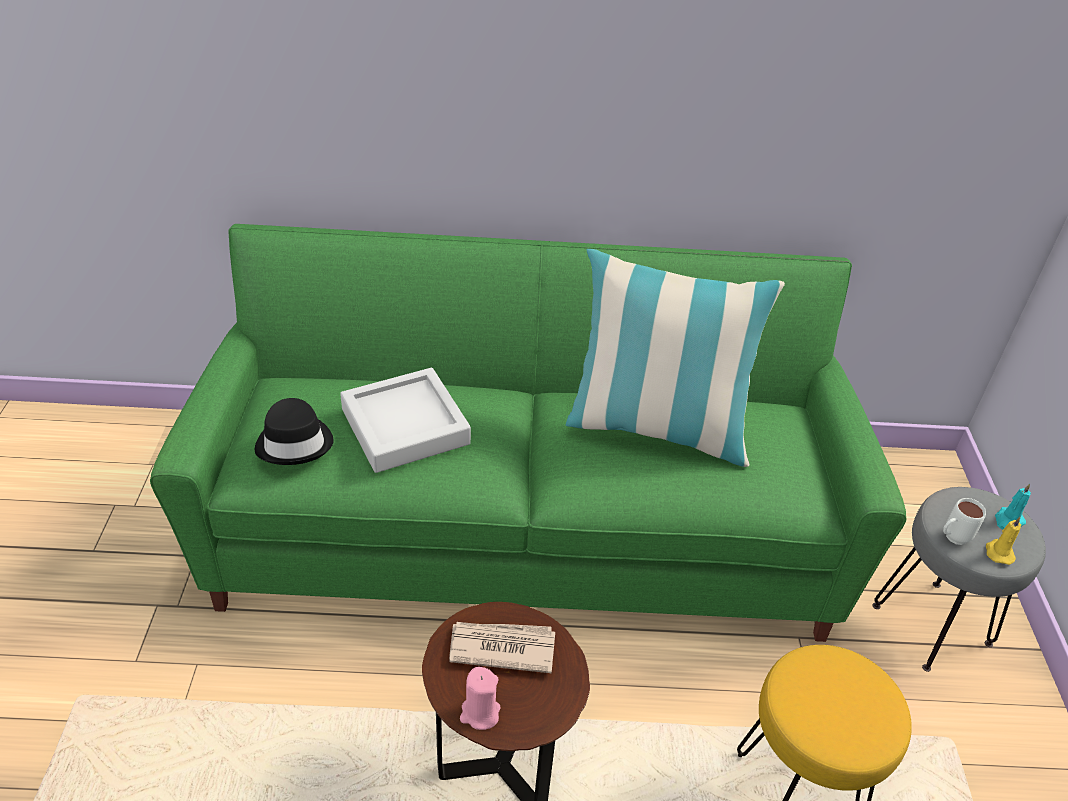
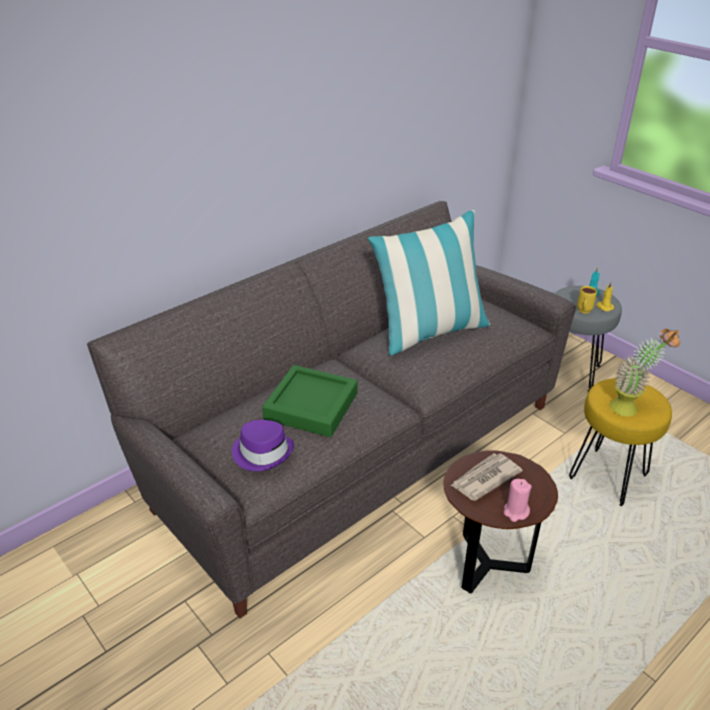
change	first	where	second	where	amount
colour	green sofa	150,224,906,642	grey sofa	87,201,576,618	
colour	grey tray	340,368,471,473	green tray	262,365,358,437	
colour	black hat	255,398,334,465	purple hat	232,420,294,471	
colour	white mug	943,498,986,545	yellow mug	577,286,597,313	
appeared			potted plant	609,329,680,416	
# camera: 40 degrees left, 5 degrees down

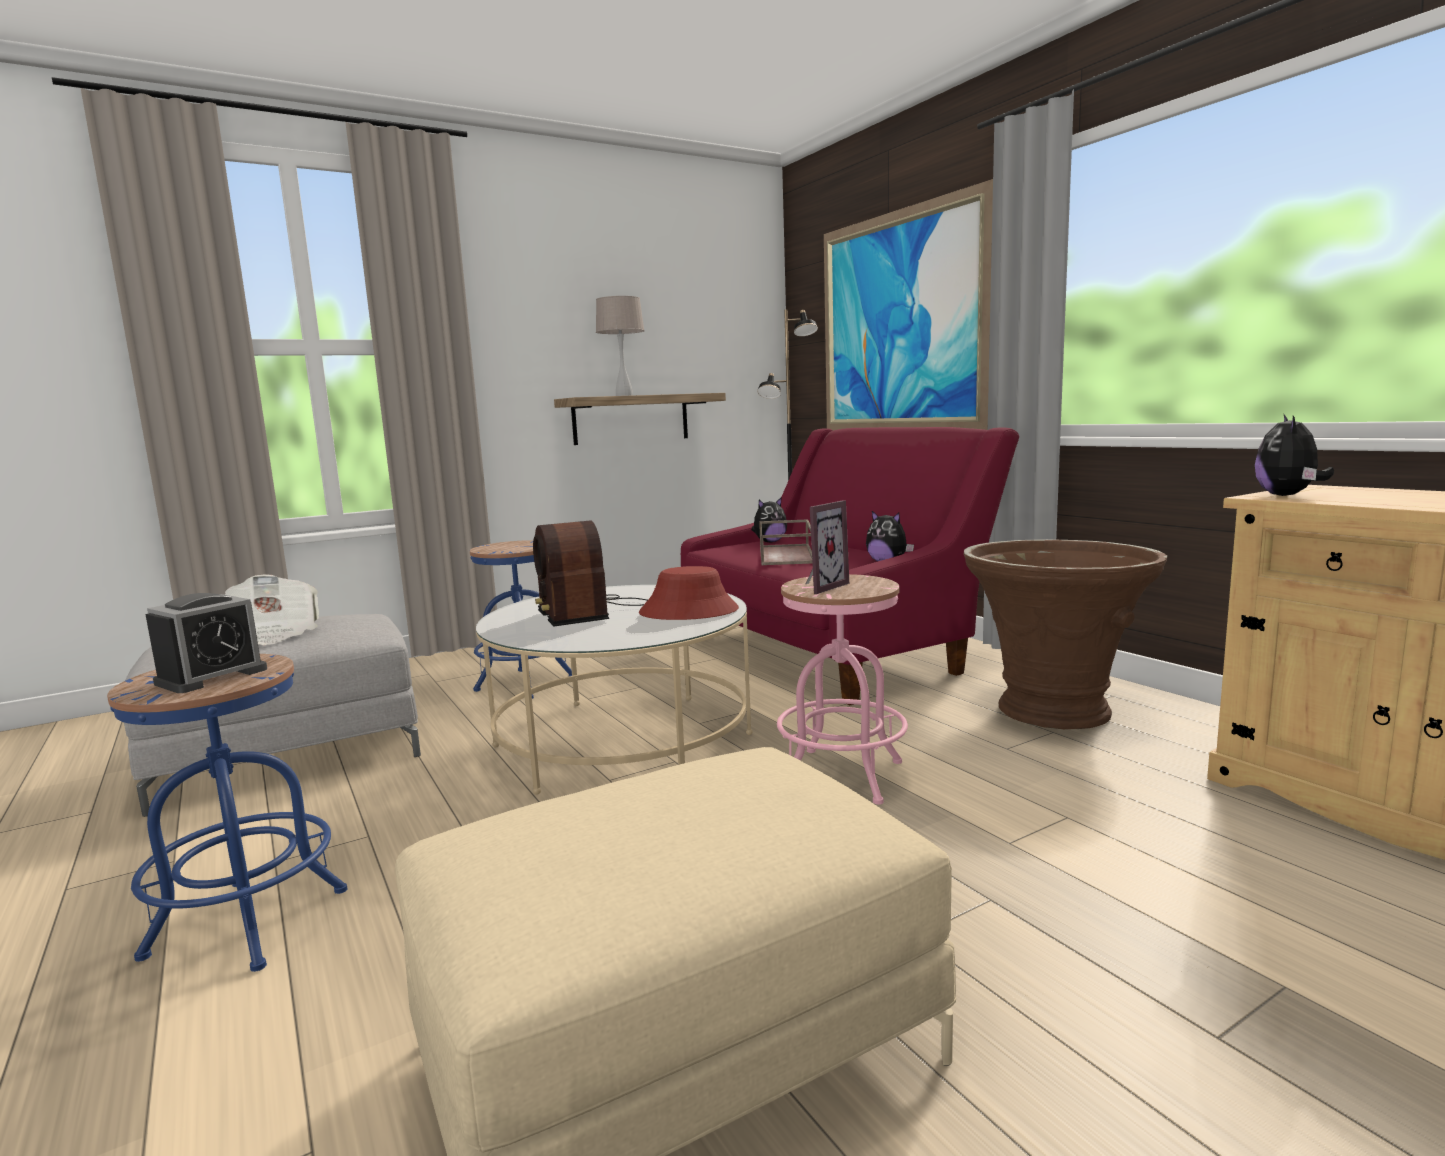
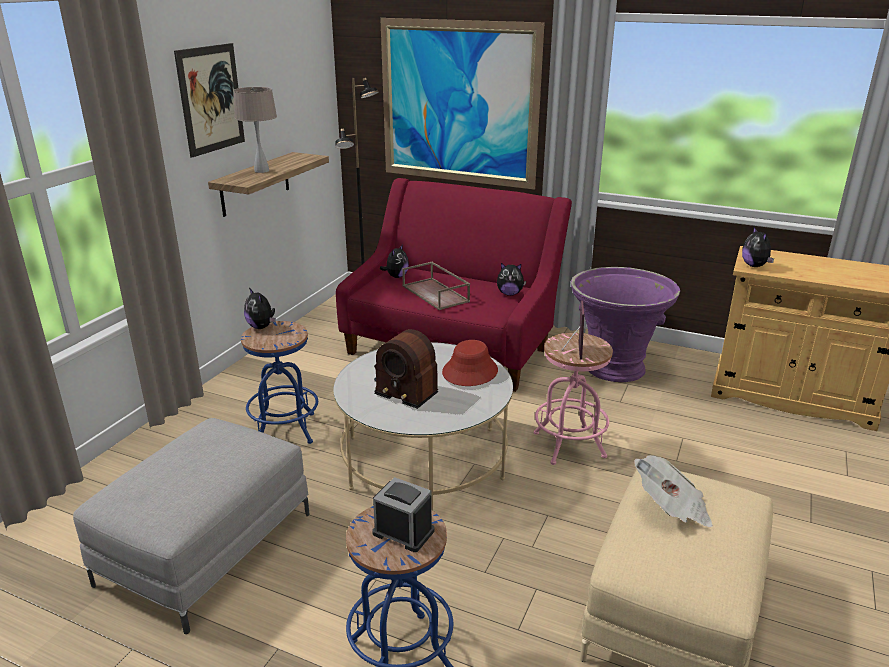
change	first	where	second	where	amount
colour	brown planter	964,539,1167,729	purple planter	571,267,680,382	
relocated	newspaper	225,575,319,645		634,455,713,527	
spun	alarm clock	145,593,267,693		372,477,435,552	60 degrees counterclockwise
appeared			picture	174,43,245,158	
appeared			plush toy	244,288,276,329	
# camera: 35 degrees left, 15 degrees up

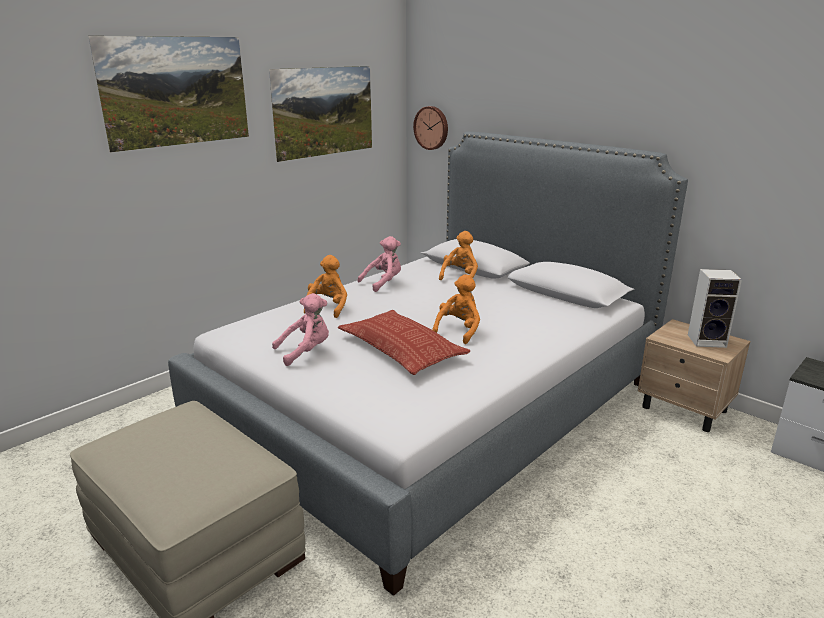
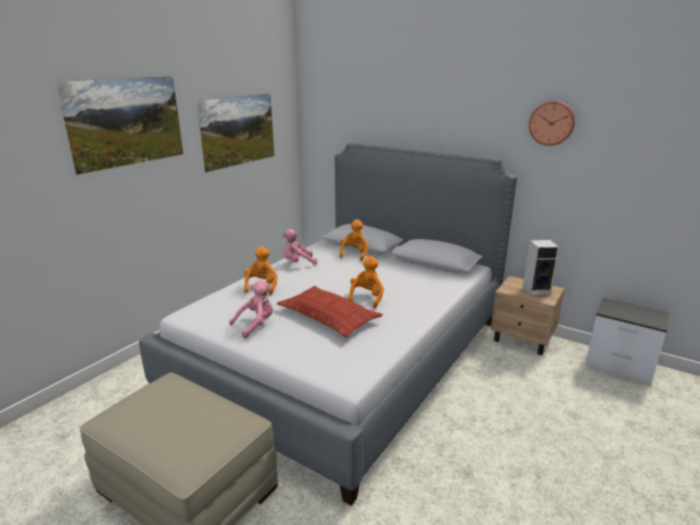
change	first	where	second	where	amount
relocated	wall clock	413,106,448,150		529,101,575,146	
spun	pink plush toy	358,236,401,292		282,229,317,265	150 degrees counterclockwise
# camera: 10 degrees left, 0 degrees up

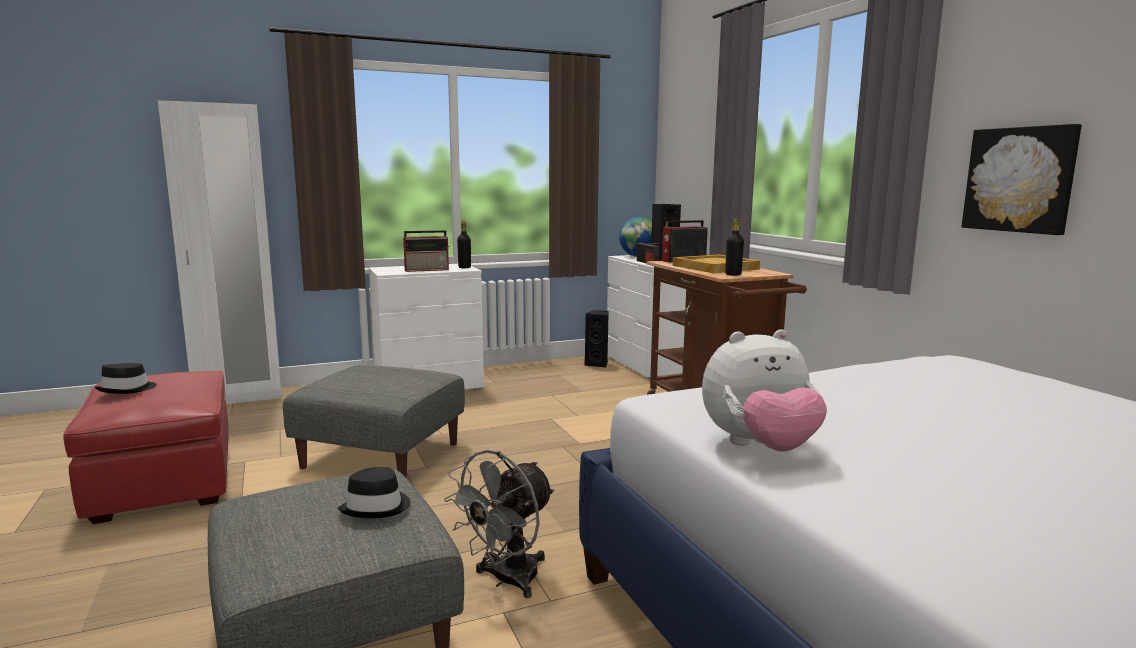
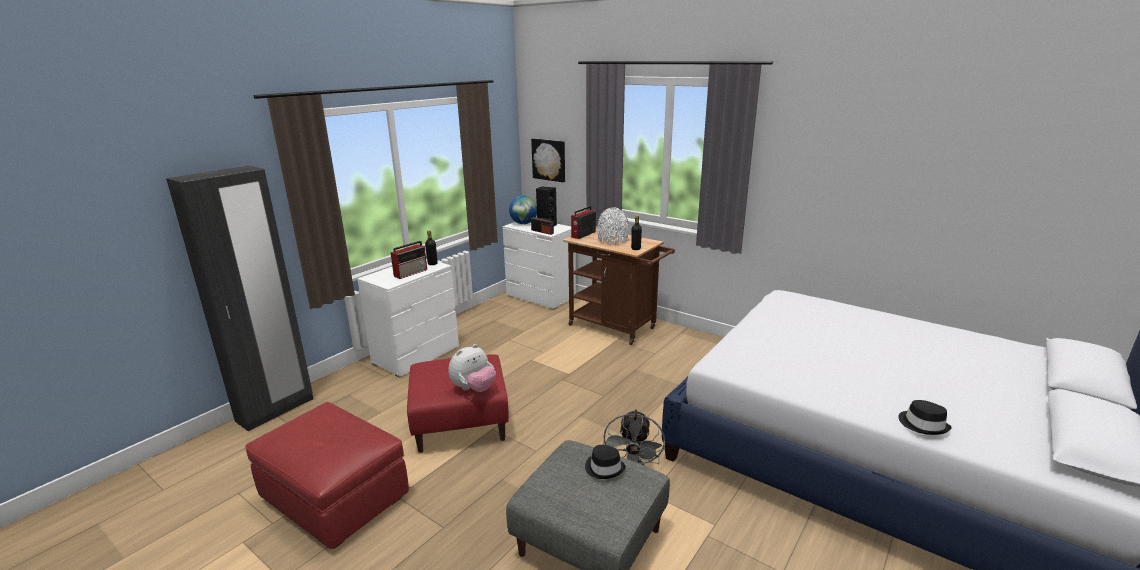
change	first	where	second	where	amount
colour	white wardrobe	158,100,282,404	black wardrobe	166,166,313,432	
relocated	picture	962,124,1082,235		531,139,565,182	
exchanged	beige tray	673,254,760,273	white vase	598,207,628,245	
missing	black speaker	585,310,609,367			
relocated	plush toy	702,329,827,452		448,344,496,392	
relocated	black hat	94,363,157,394		899,400,952,435	
colour	grey ottoman	283,365,465,478	red ottoman	407,354,509,453	
# camera: 30 degrees left, 10 degrees up

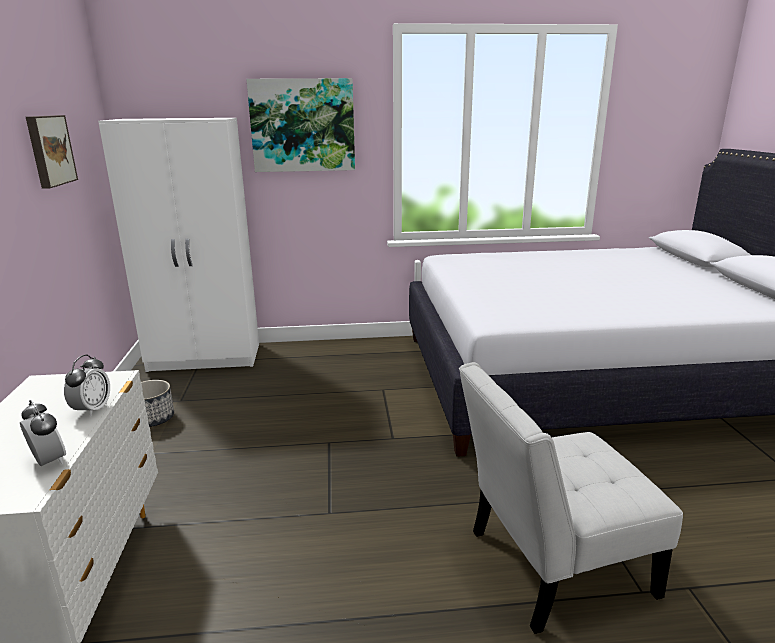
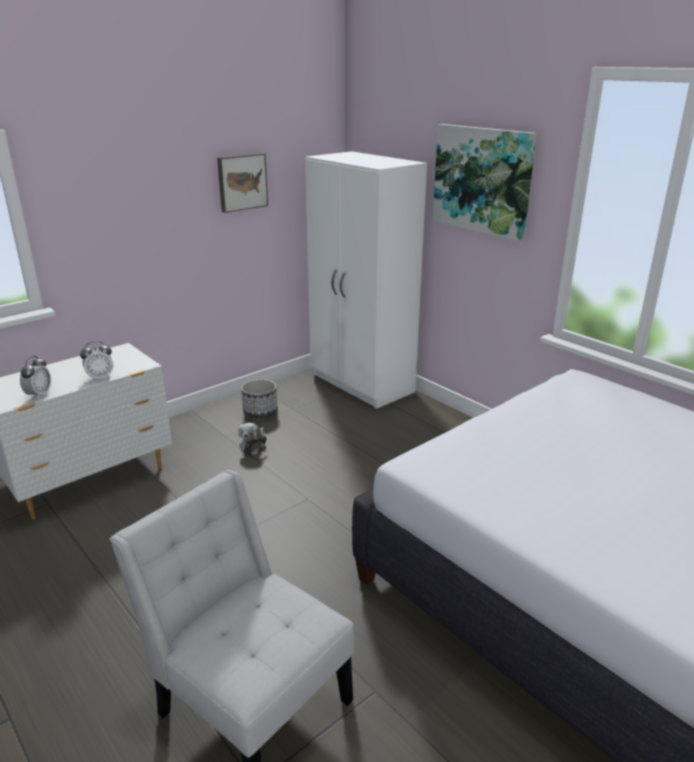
change	first	where	second	where	amount
appeared			plush toy	238,423,266,455	
# camera: 55 degrees right, 5 degrees up

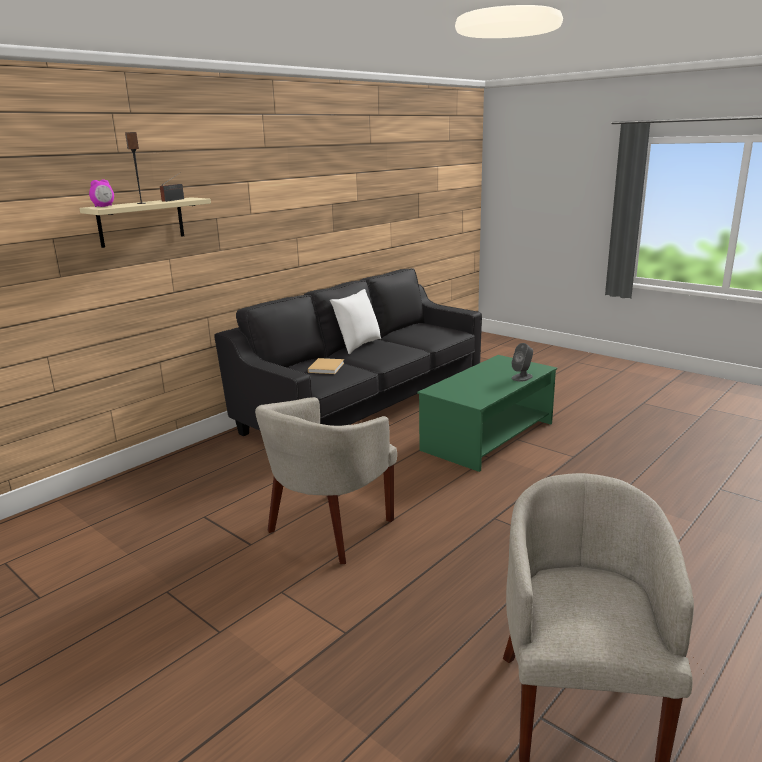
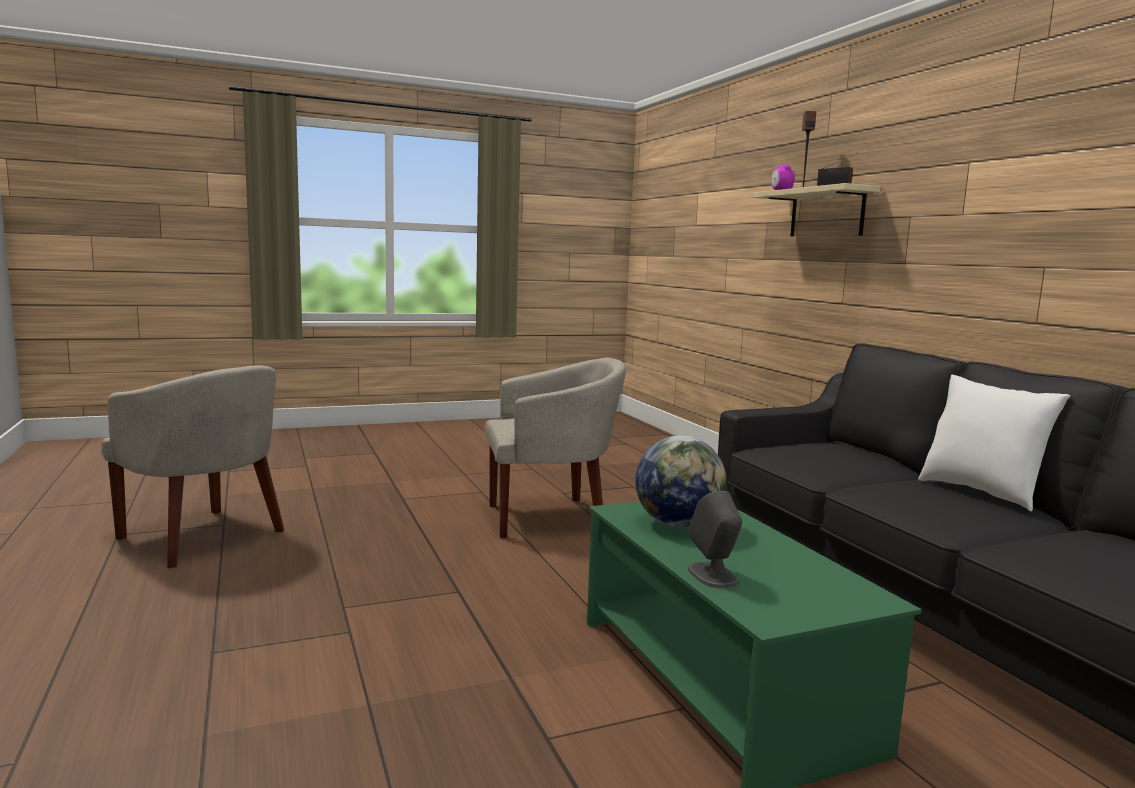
change	first	where	second	where	amount
missing	beige book	308,358,344,374			
spun	beige armchair	255,397,397,564		485,358,626,539	105 degrees clockwise
appeared			globe	635,435,727,527	
# camera: 115 degrees right, 10 degrees down

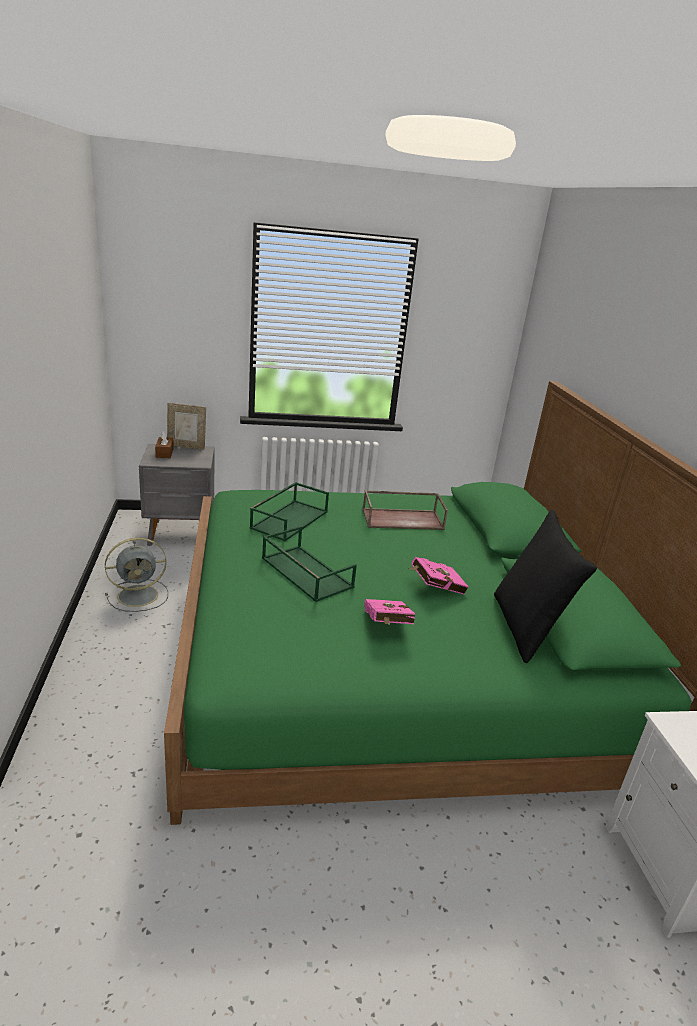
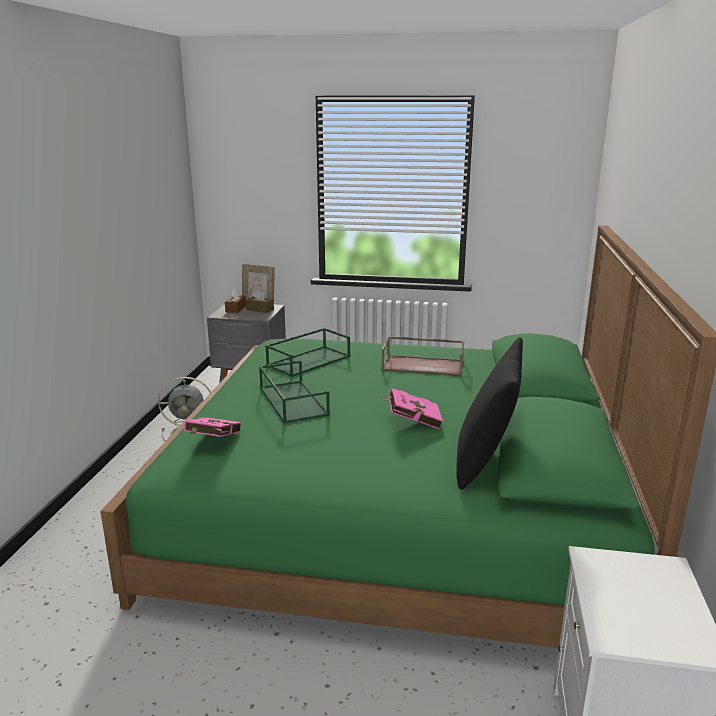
change	first	where	second	where	amount
relocated	pink book	364,599,415,625		183,417,241,437	
appeared			brown tissue box	246,289,274,313	
# camera: 20 degrees right, 5 degrees down

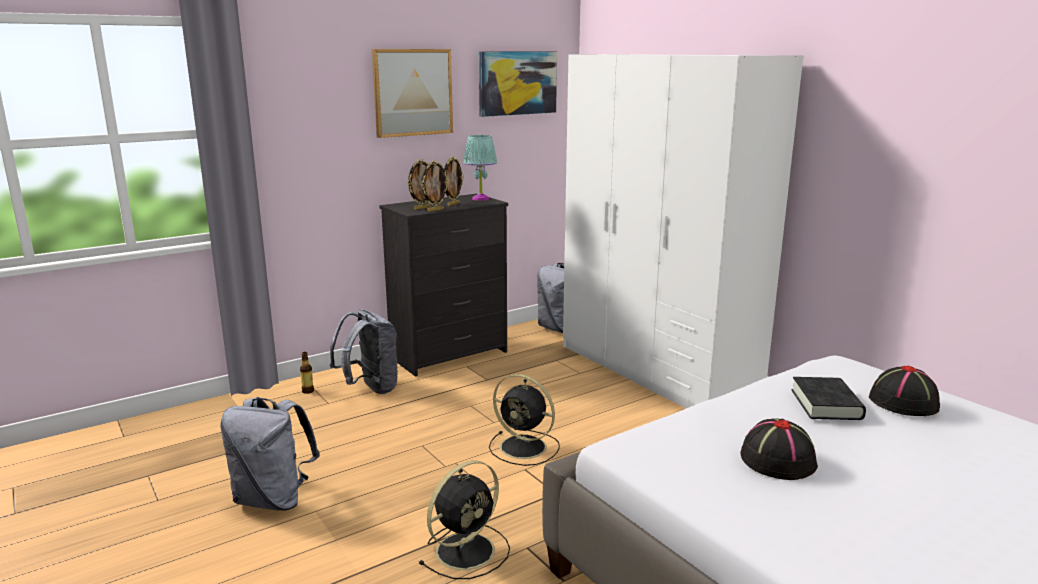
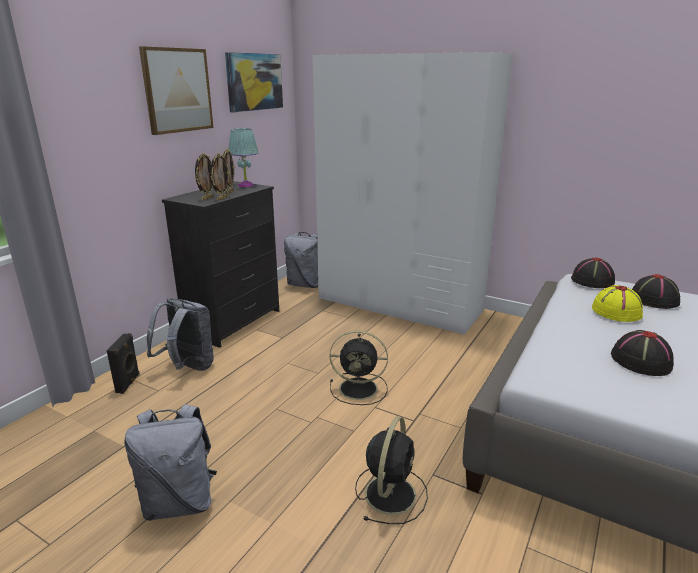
change	first	where	second	where	amount
exchanged	bottle	300,352,314,394	black speaker	107,333,140,394	
exchanged	black book	791,377,866,420	yellow hat	592,285,643,322	
appeared			black hat	571,258,615,288	
# camera: 25 degrees left, 5 degrees up

